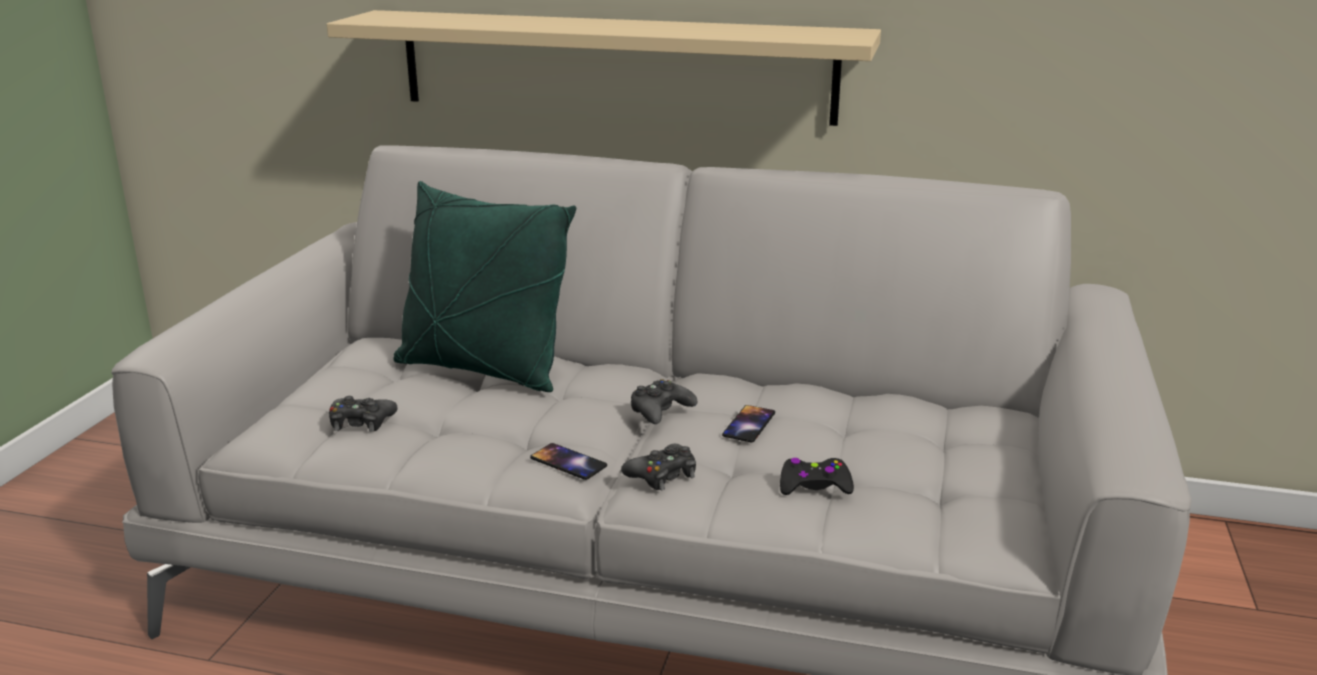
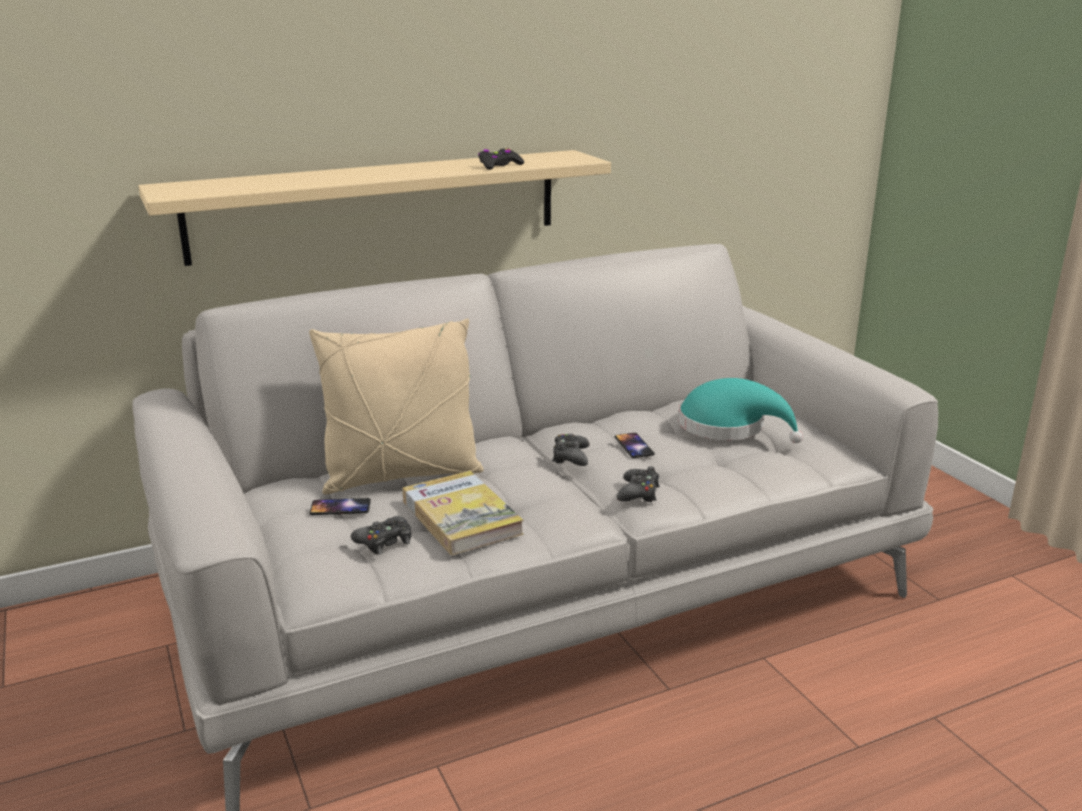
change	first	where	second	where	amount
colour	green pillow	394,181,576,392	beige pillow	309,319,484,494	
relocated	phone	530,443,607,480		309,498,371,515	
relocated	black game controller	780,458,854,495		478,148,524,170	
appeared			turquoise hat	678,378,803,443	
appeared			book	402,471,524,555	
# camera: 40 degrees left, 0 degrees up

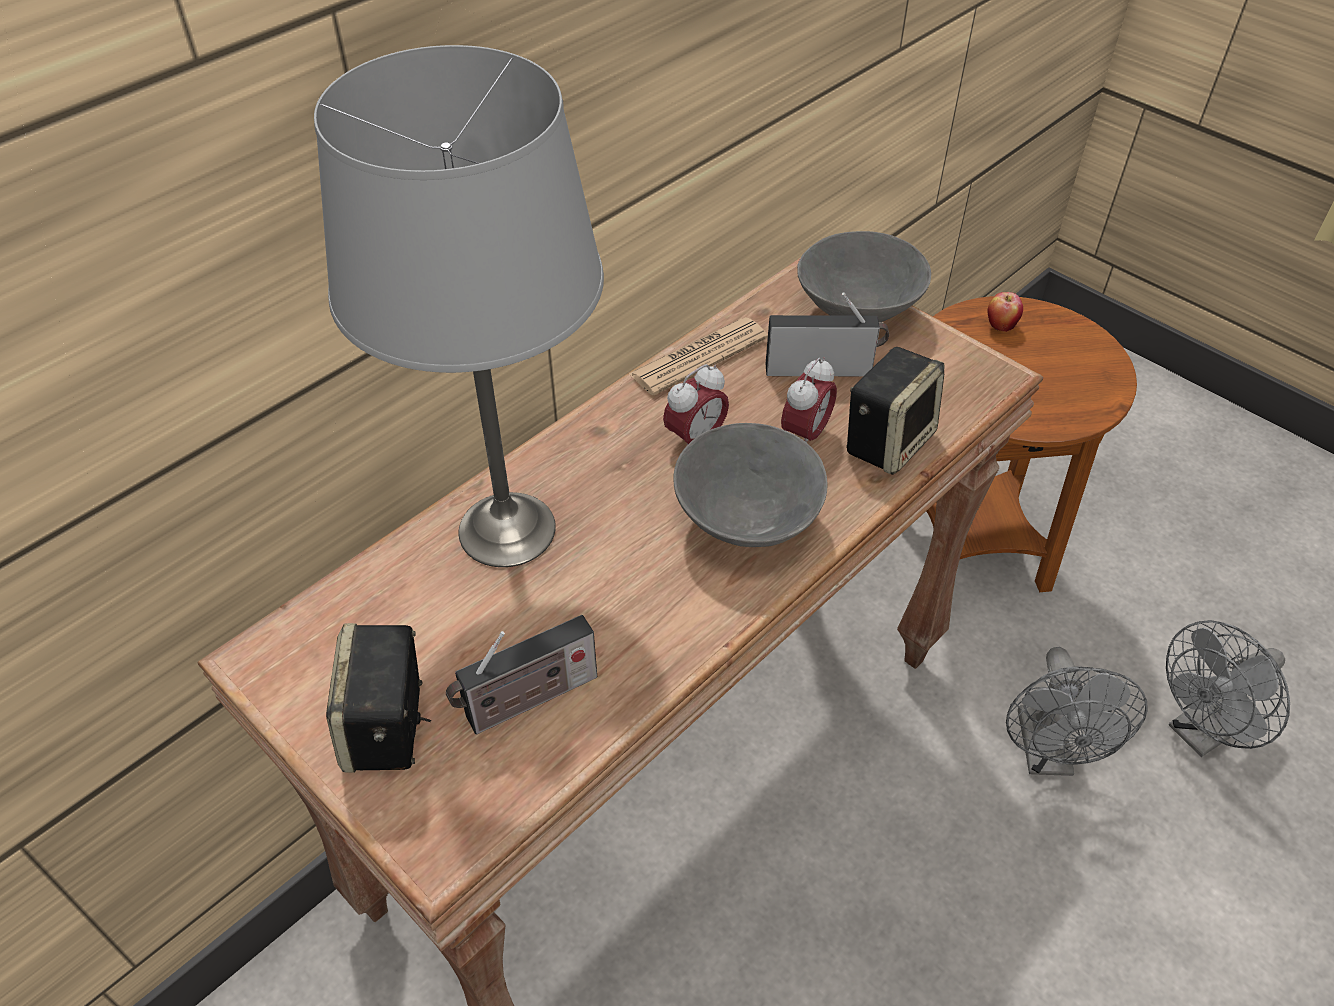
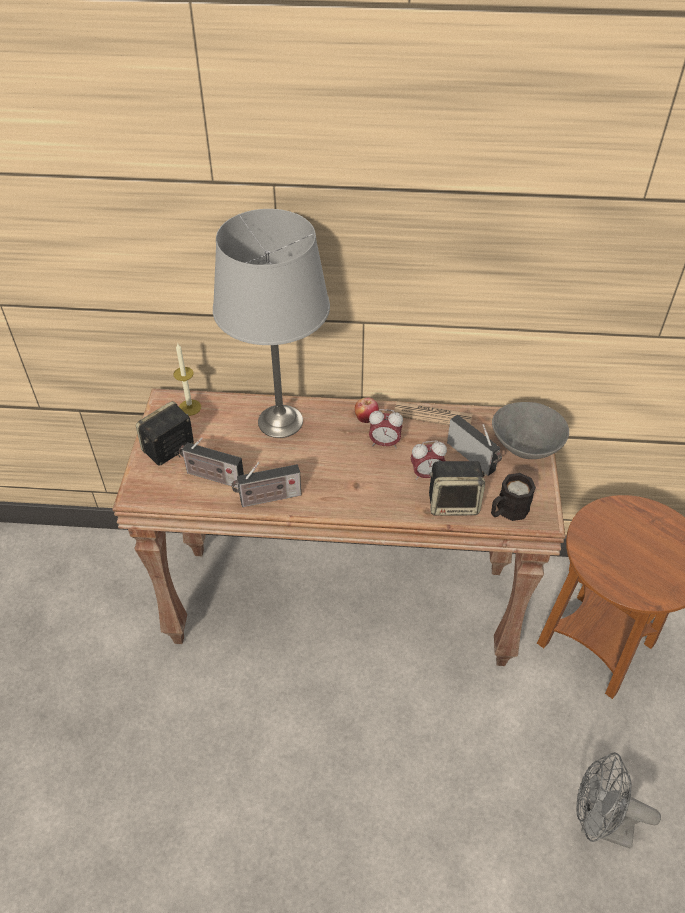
change	first	where	second	where	amount
relocated	apple	988,292,1023,332		355,398,379,423	
missing	grey bowl	673,423,827,547			
missing	grey fan	1006,647,1148,776			
appeared			candle	174,342,201,416	
appeared			radio	232,462,301,507	
appeared			black mug	491,473,536,521	
# camera: 50 degrees right, 0 degrees up

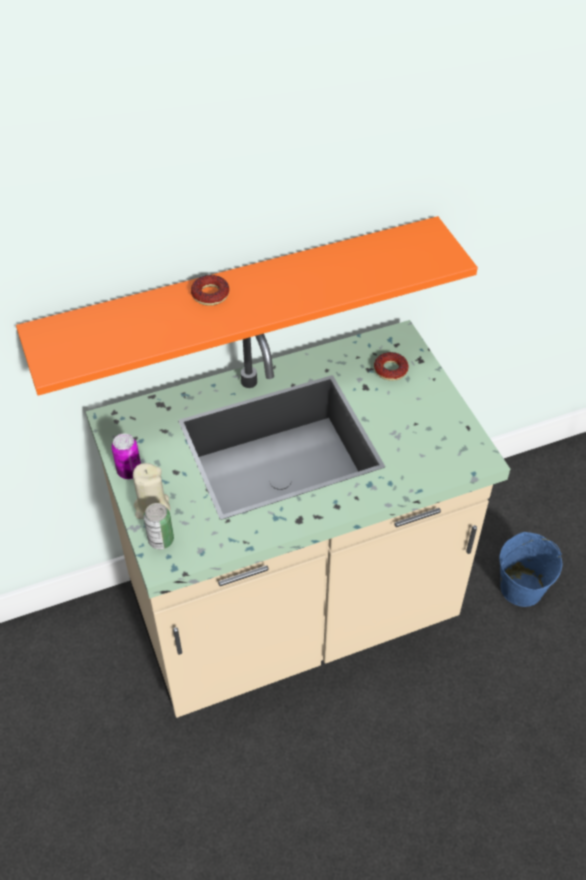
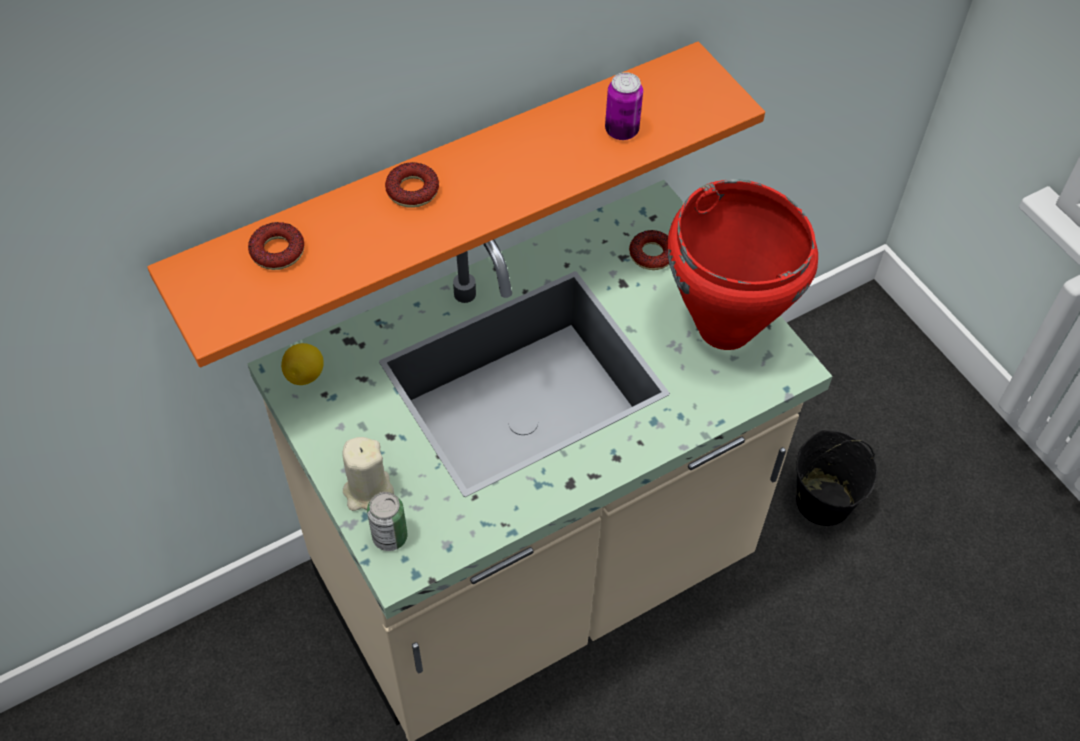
change	first	where	second	where	amount
relocated	can	111,434,141,479		605,72,643,140	
colour	blue bucket	499,532,562,607	black bucket	796,430,878,526	
appeared			red cooking pot	667,179,818,350	
appeared			donut	248,222,304,270	
appeared			lemon	281,343,324,385	
# camera: 10 degrees left, 5 degrees up

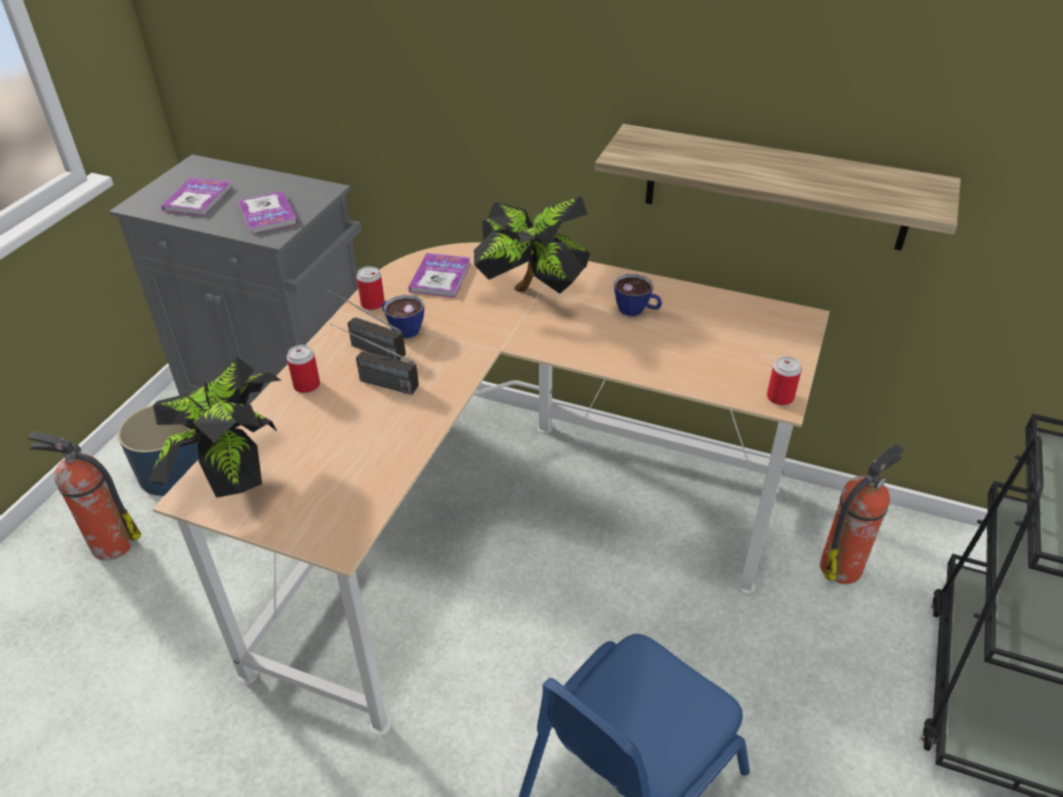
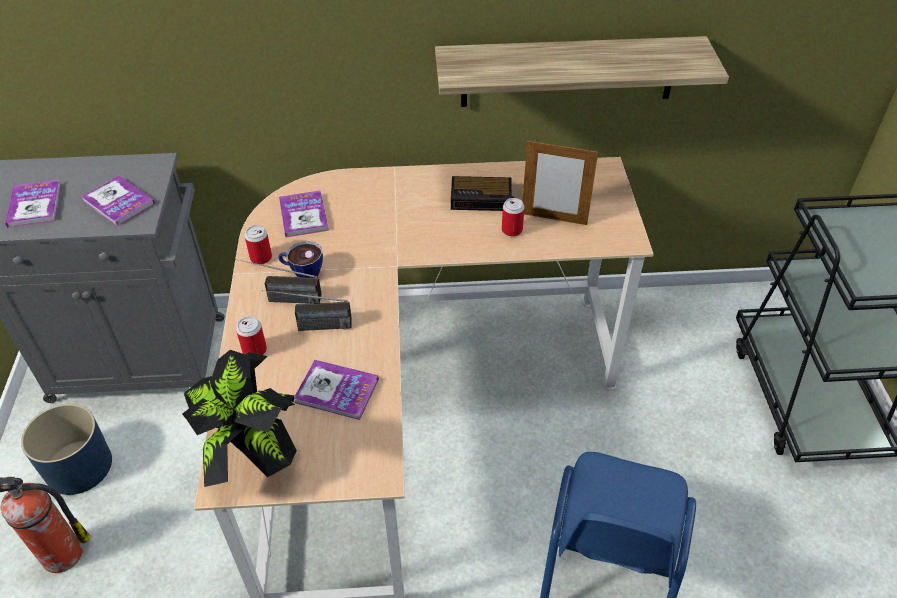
change	first	where	second	where	amount
missing	potted plant	474,196,590,294			
exchanged	cup	614,274,662,316	alarm clock	451,176,515,211	
relocated	can	767,356,801,405		502,198,525,236	
missing	fire extinguisher	820,444,904,584			
appeared			picture frame	522,139,598,225	
appeared			book	294,360,379,420	
# camera: 25 degrees left, 5 degrees up

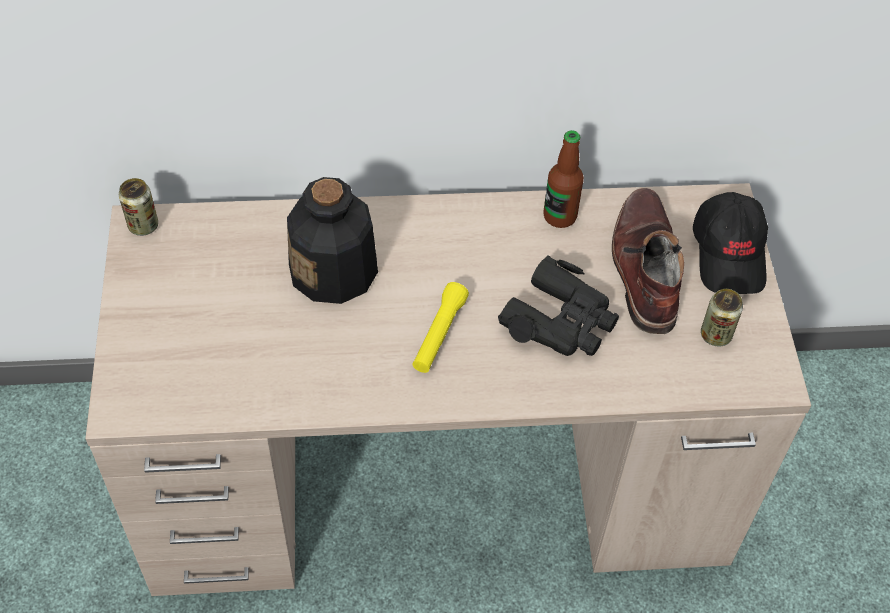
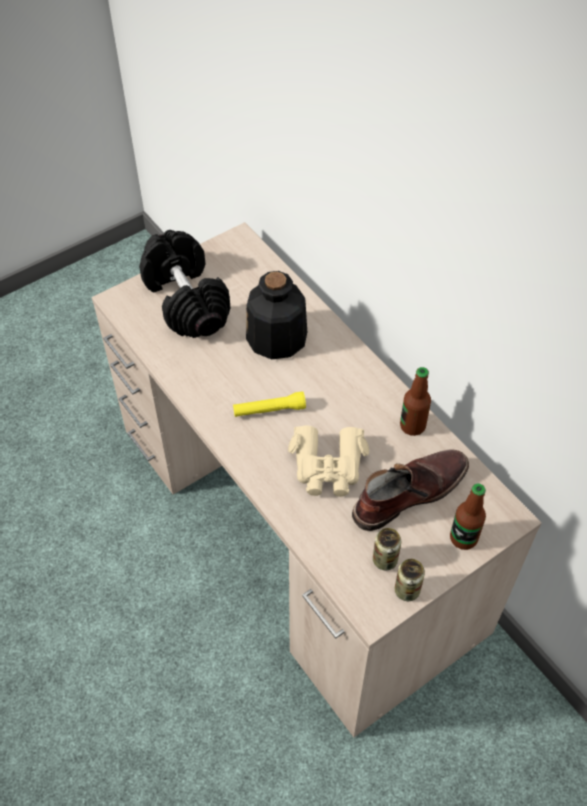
change	first	where	second	where	amount
relocated	can	119,178,158,236		395,559,425,601	
exchanged	black cap	693,192,768,294	bottle	450,484,486,550	
colour	black binoculars	498,255,619,356	beige binoculars	288,426,369,497	
appeared			black dumbbell	139,230,230,338	
# camera: 60 degrees right, 0 degrees up

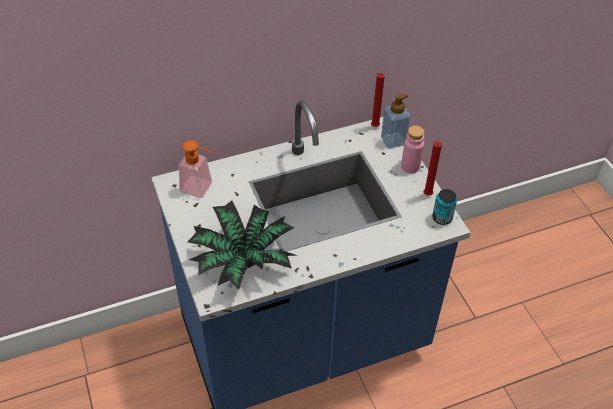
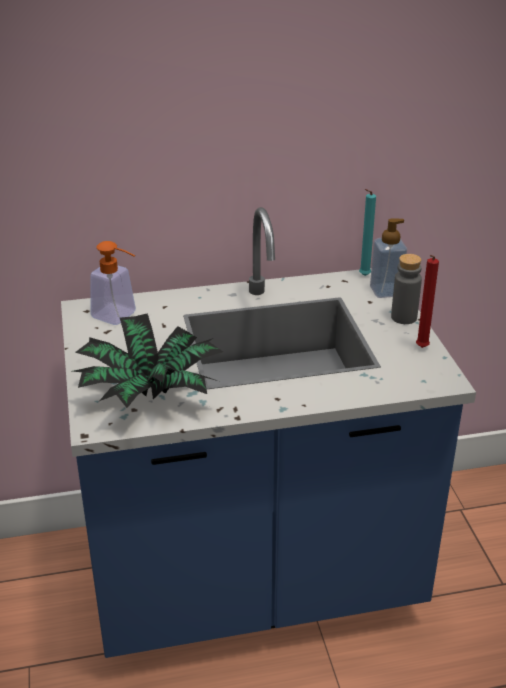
change	first	where	second	where	amount
colour	red candle	371,73,385,127	turquoise candle	359,189,376,276	
colour	pink bottle	401,126,424,173	grey bottle	391,254,422,324	
missing	can	432,189,457,225			
# camera: 10 degrees right, 15 degrees down

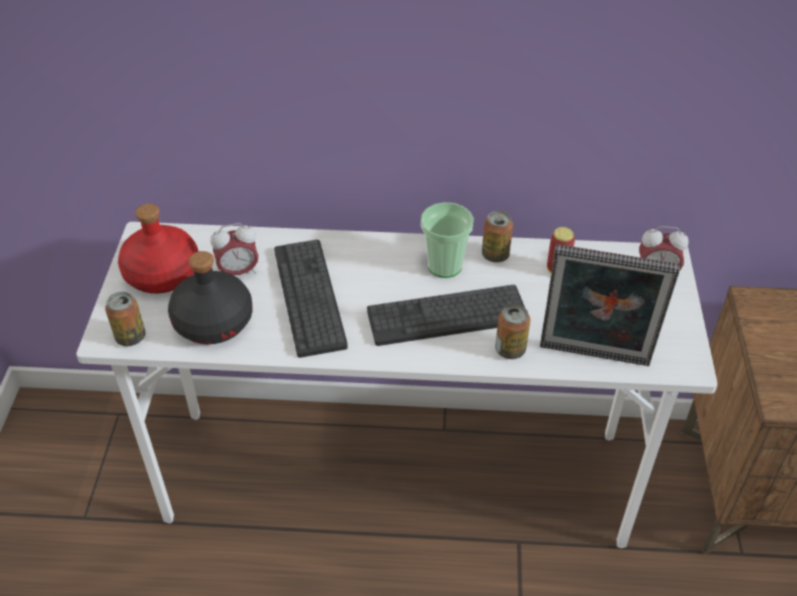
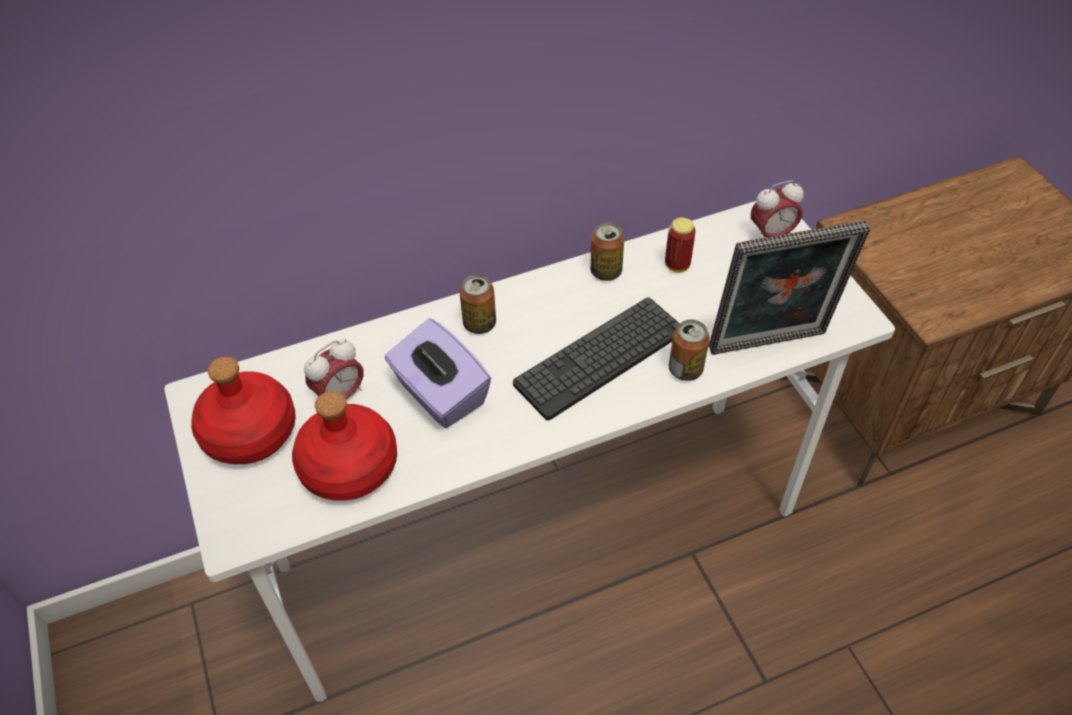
change	first	where	second	where	amount
missing	cup	421,202,474,278			
exchanged	keyboard	274,240,348,358	purple tissue box	384,319,491,428	
colour	black bottle	168,251,252,344	red bottle	292,391,397,501	
relocated	can	105,292,145,346		459,274,496,334	
# camera: 25 degrees left, 5 degrees up

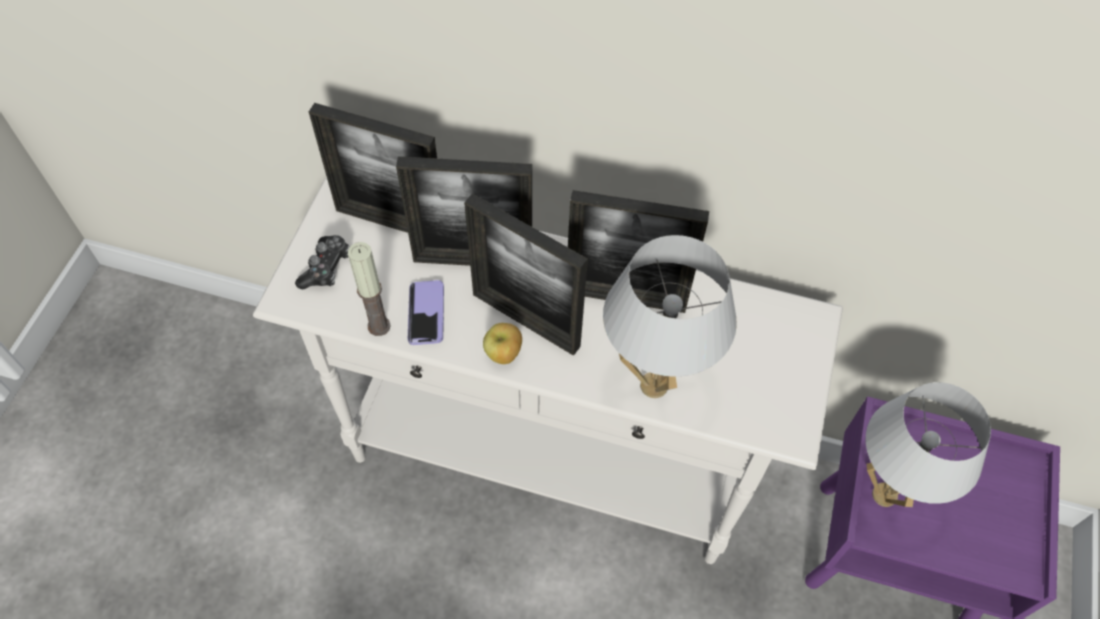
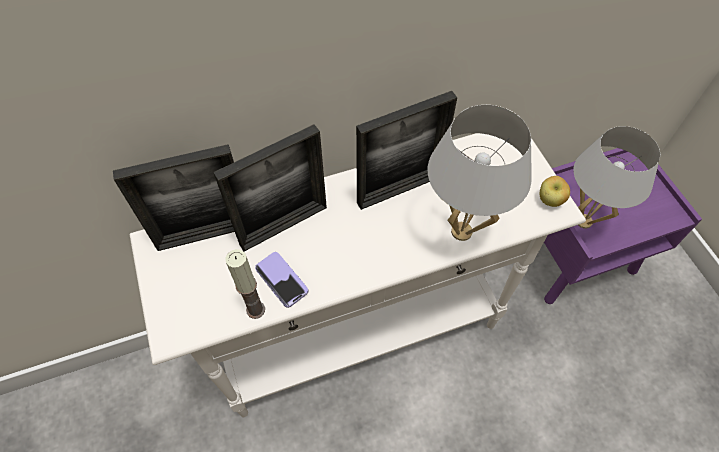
change	first	where	second	where	amount
missing	picture frame	464,194,588,356			
missing	game controller	295,235,350,289			
relocated	apple	483,323,522,364		540,176,570,207	
# camera: 35 degrees left, 0 degrees up

